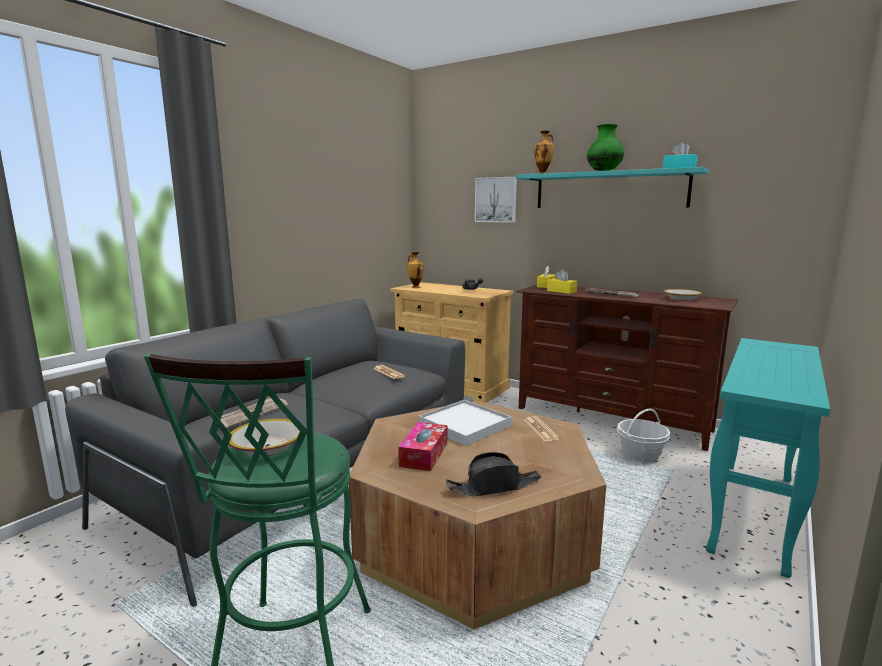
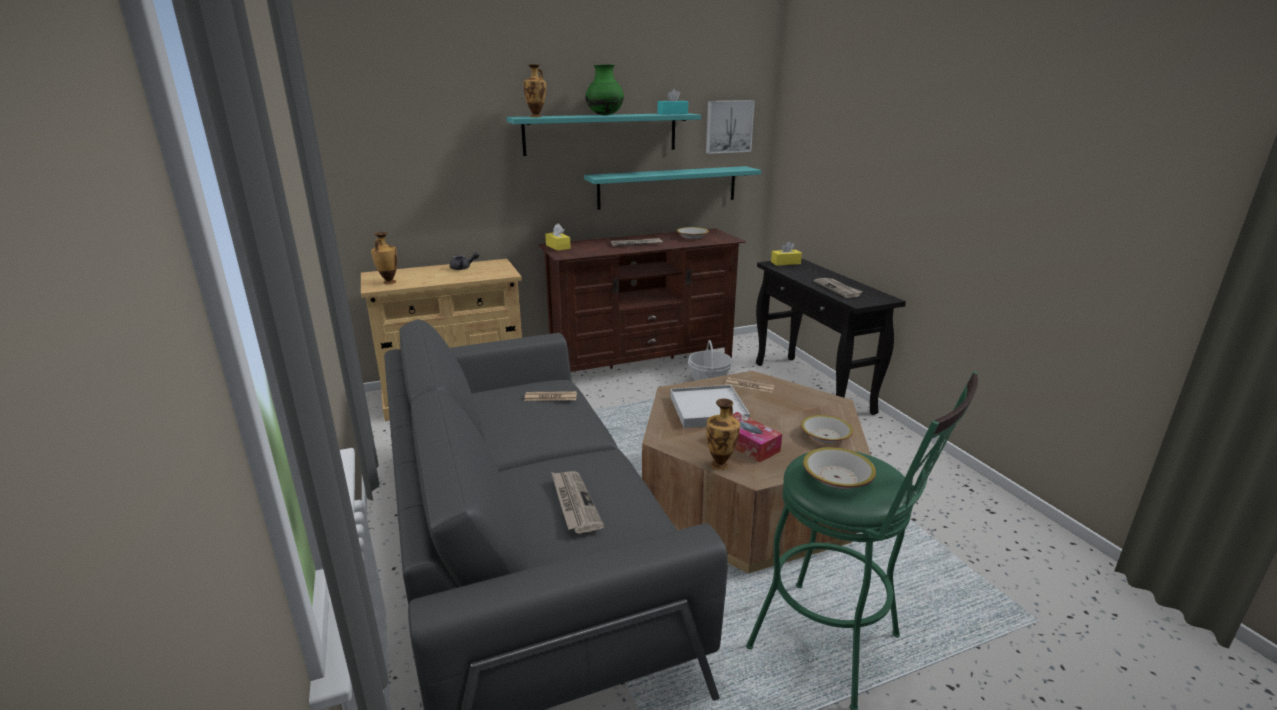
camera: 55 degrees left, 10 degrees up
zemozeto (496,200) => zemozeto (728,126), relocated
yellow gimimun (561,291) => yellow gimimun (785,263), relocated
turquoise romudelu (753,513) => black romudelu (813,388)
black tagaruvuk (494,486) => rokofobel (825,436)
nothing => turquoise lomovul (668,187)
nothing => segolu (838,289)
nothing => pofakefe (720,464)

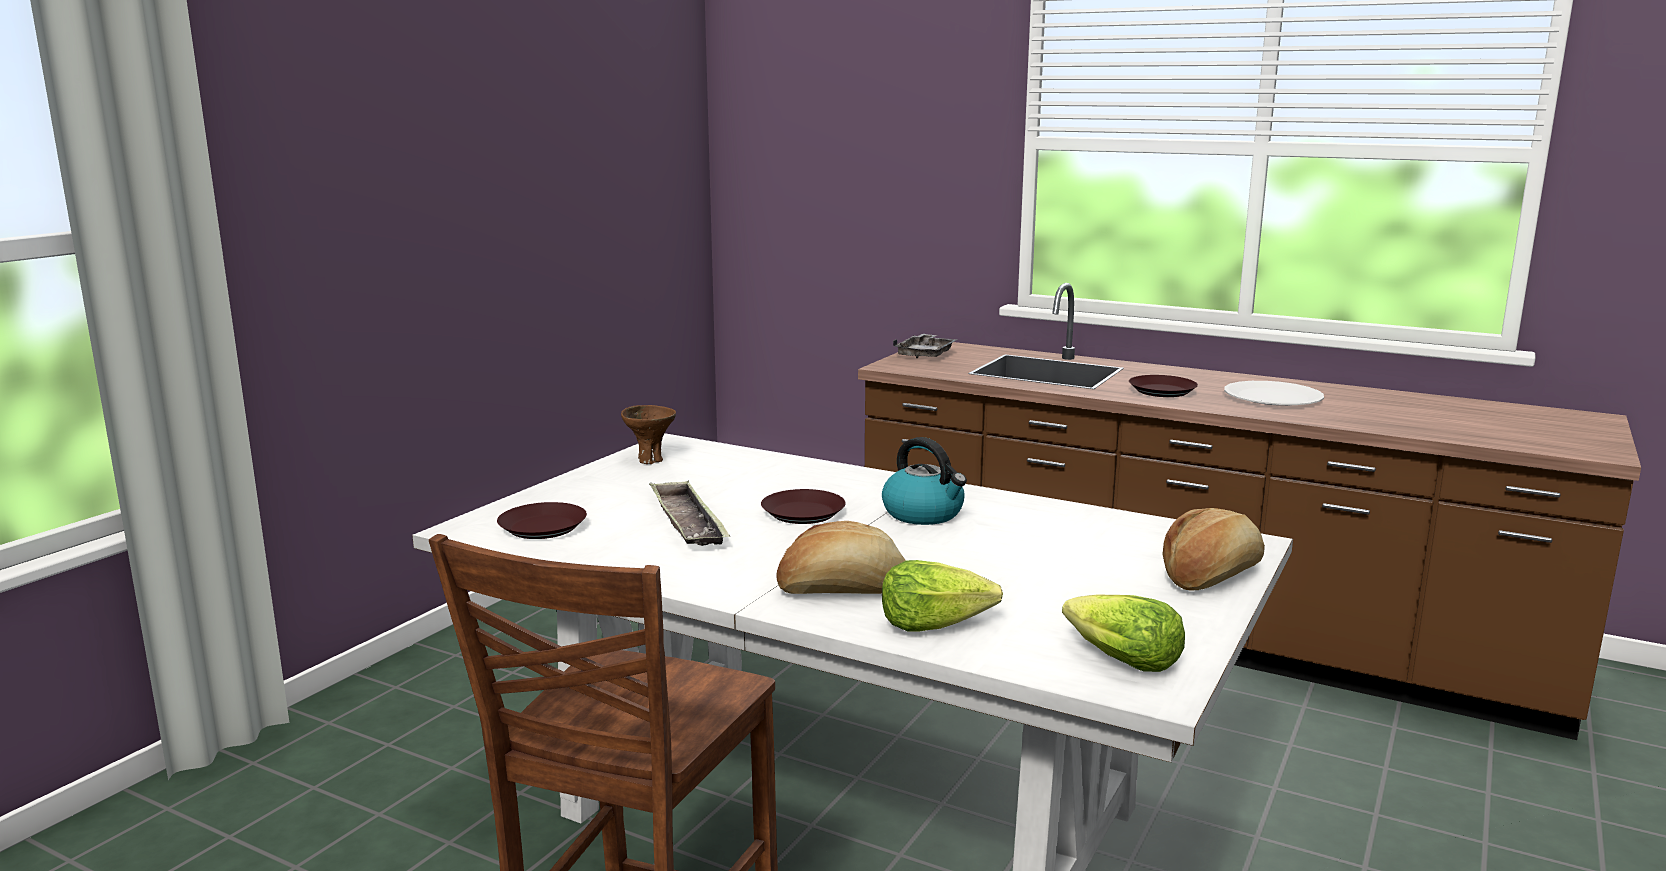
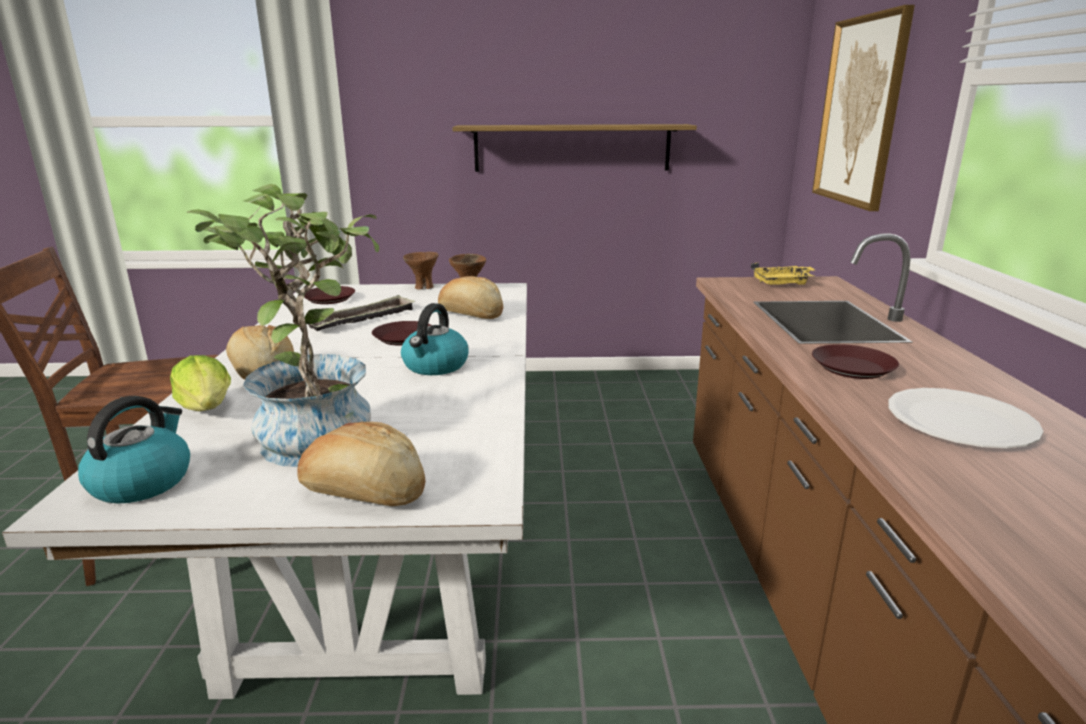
camera: 60 degrees right, 5 degrees up
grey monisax (926,354) => yellow monisax (783,283)
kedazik (1121,661) => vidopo (142,481)
nothing => zemozeto (860,112)
nothing => lomovul (572,148)
nothing => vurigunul (317,432)
nothing => brown rokofobel (423,287)
nothing => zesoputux (471,314)

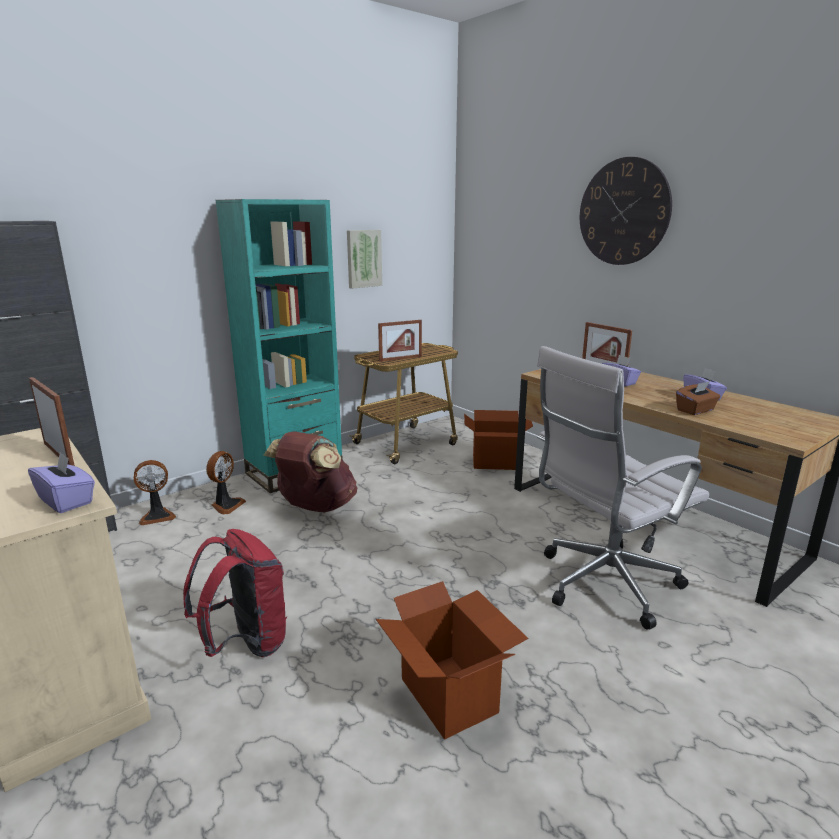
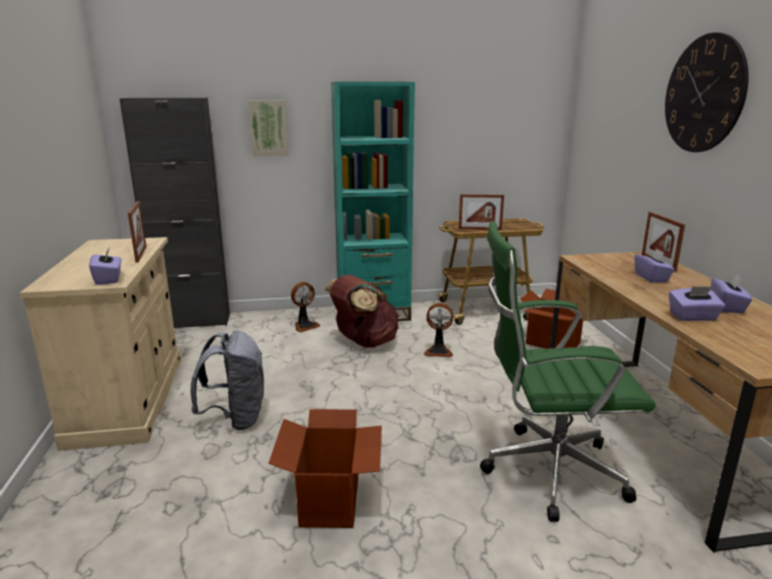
camera: 30 degrees right, 0 degrees up
zemozeto (363,258) => zemozeto (269,128), relocated
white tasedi (602,585) => green tasedi (547,471)
brown gimimun (695,410) => purple gimimun (693,317)
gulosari (157,516) => gulosari (438,351), relocated
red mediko (246,643) => grey mediko (236,418)

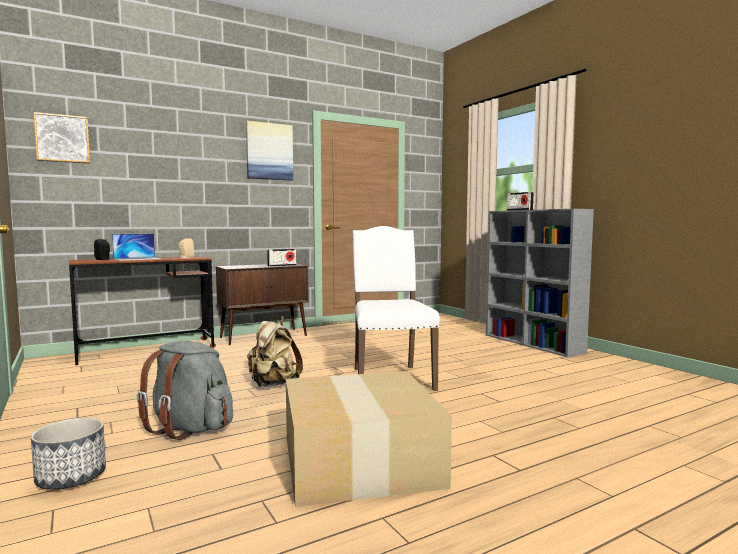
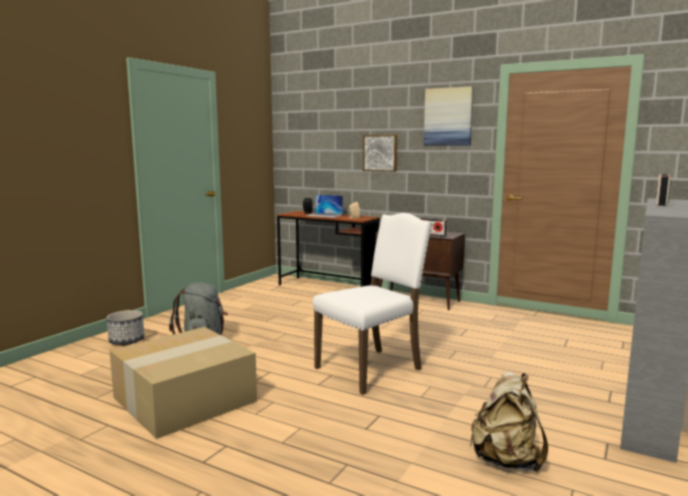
camera: 60 degrees right, 5 degrees up
zemozeto (62,138) => zemozeto (380,153), relocated
beige mediko (273,385) => beige mediko (506,460), relocated

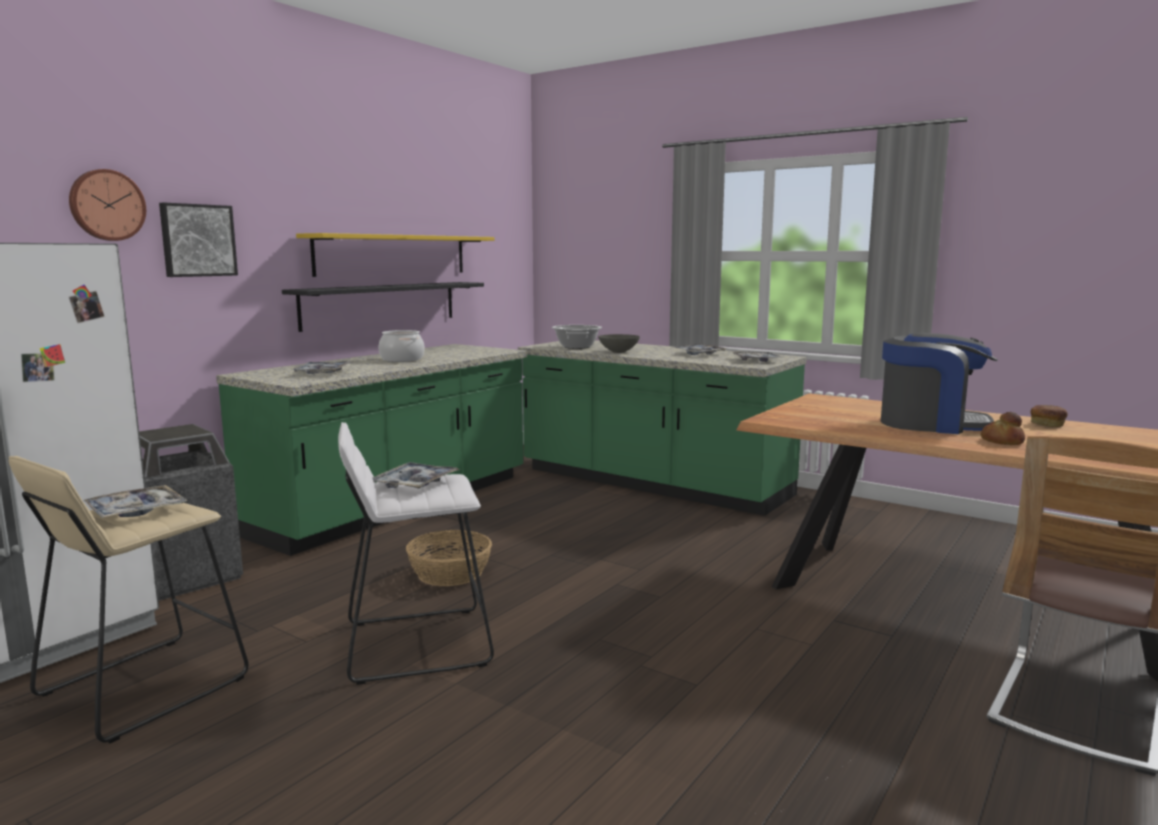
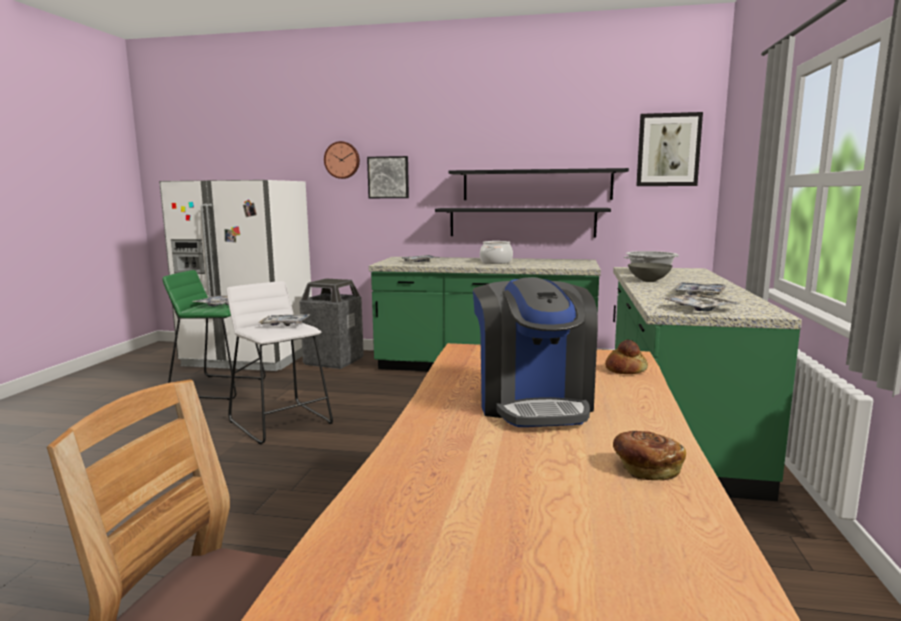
camera: 65 degrees right, 0 degrees up
yellow lomovul (393,255) => black lomovul (536,185)
zesoputux (1001,441) => zesoputux (625,369), relocated
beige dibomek (143,686) => green dibomek (219,387)
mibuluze (450,574) => nothing
nothing => zemozeto (668,150)

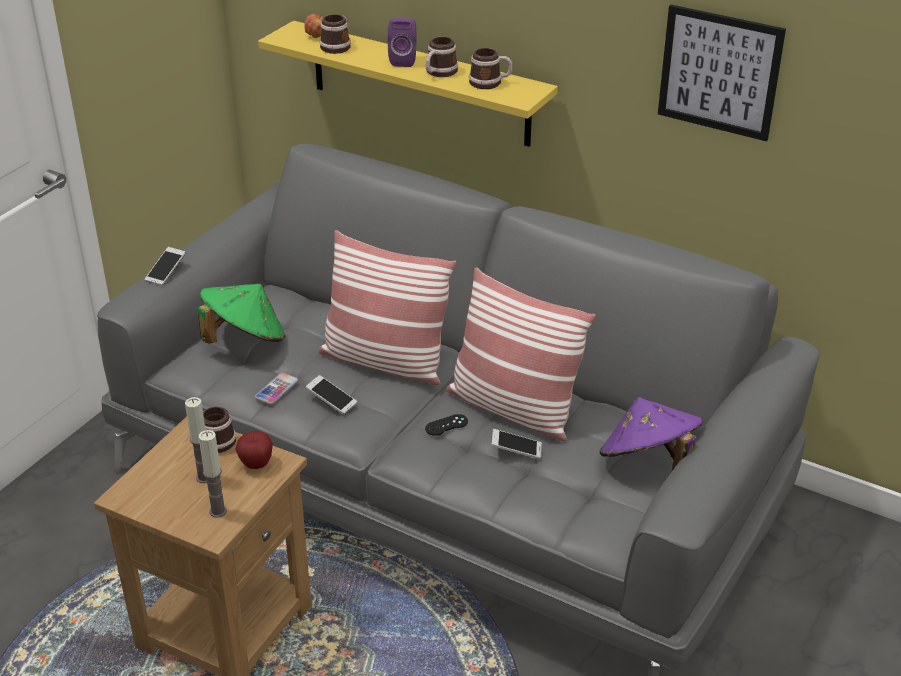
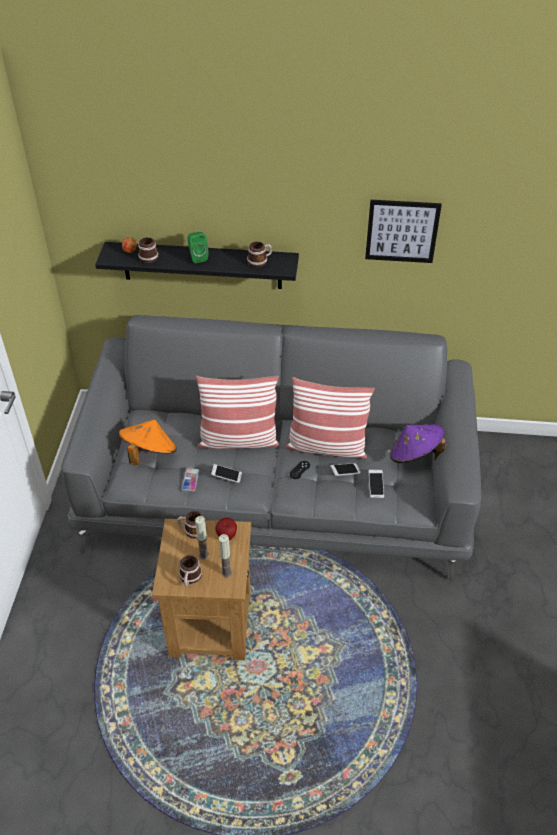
camera: 25 degrees left, 10 degrees up
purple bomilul (404,60) => green bomilul (197,257)
yellow lomovul (419,84) => black lomovul (202,265)
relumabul (439,73) => relumabul (190,578), relocated
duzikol (166,272) => duzikol (375,486), relocated
green tagaruvuk (244,339) => orange tagaruvuk (149,453)

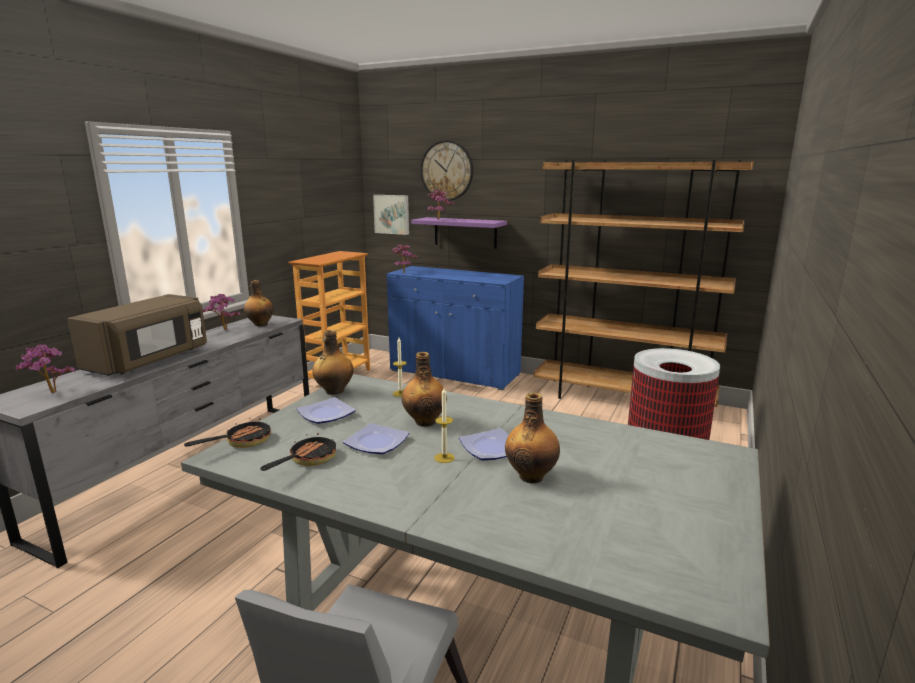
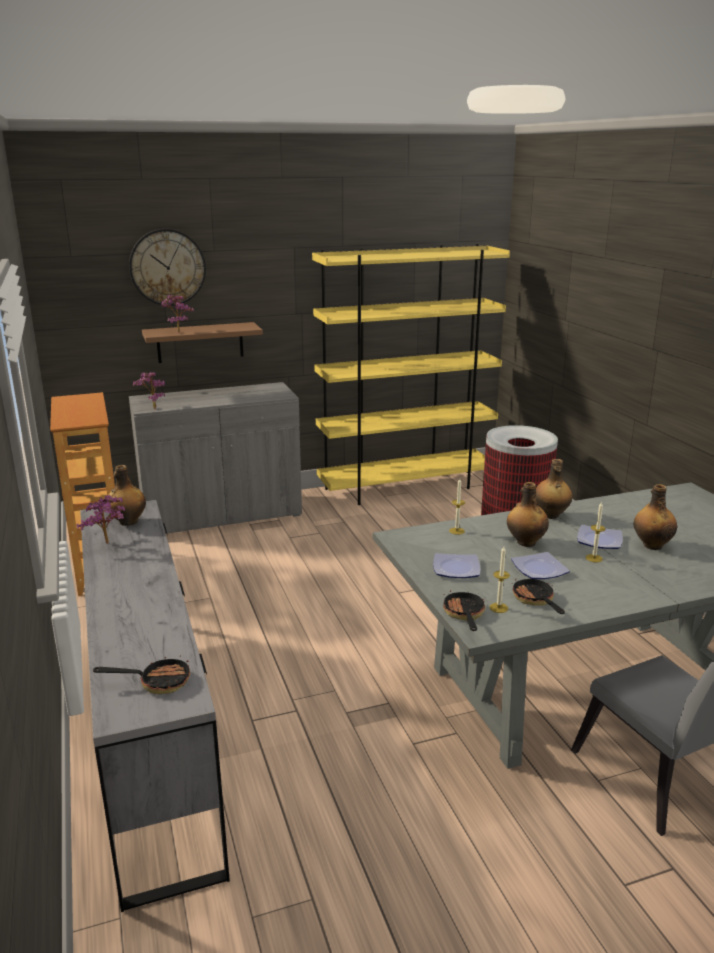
camera: 45 degrees left, 5 degrees up
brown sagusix (622,400) => yellow sagusix (406,487)
zemozeto (392,214) => nothing
purple lomovul (465,232) => brown lomovul (200,342)
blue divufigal (454,373) => grey divufigal (222,515)
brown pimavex (150,360) => nothing
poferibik (334,391) => poferibik (550,515), relocated
vurigunul (50,394) => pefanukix (157,682)
nothing => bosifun (498,608)

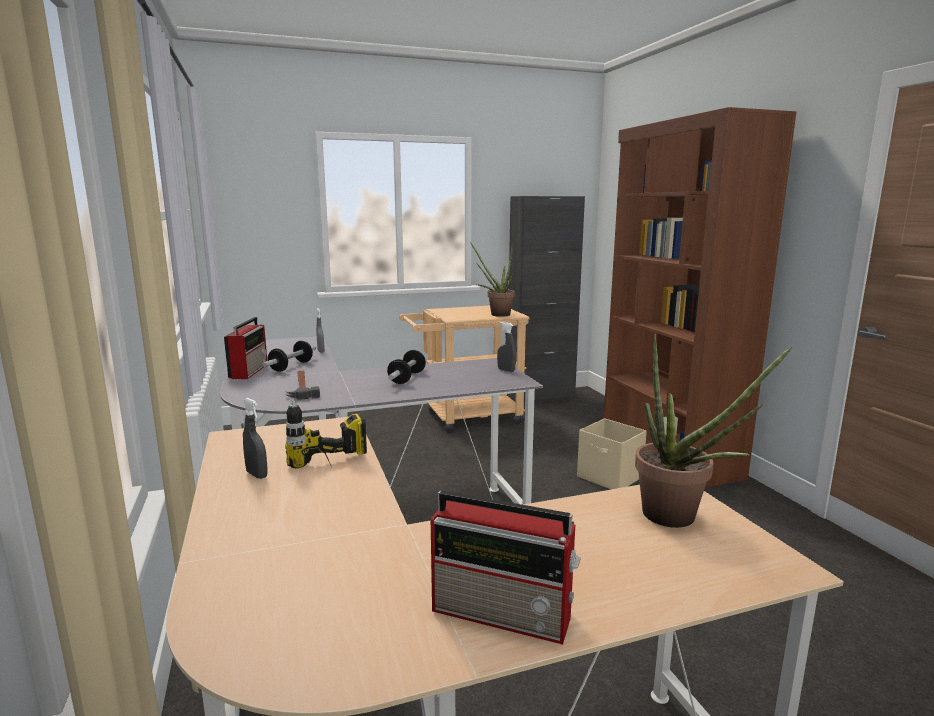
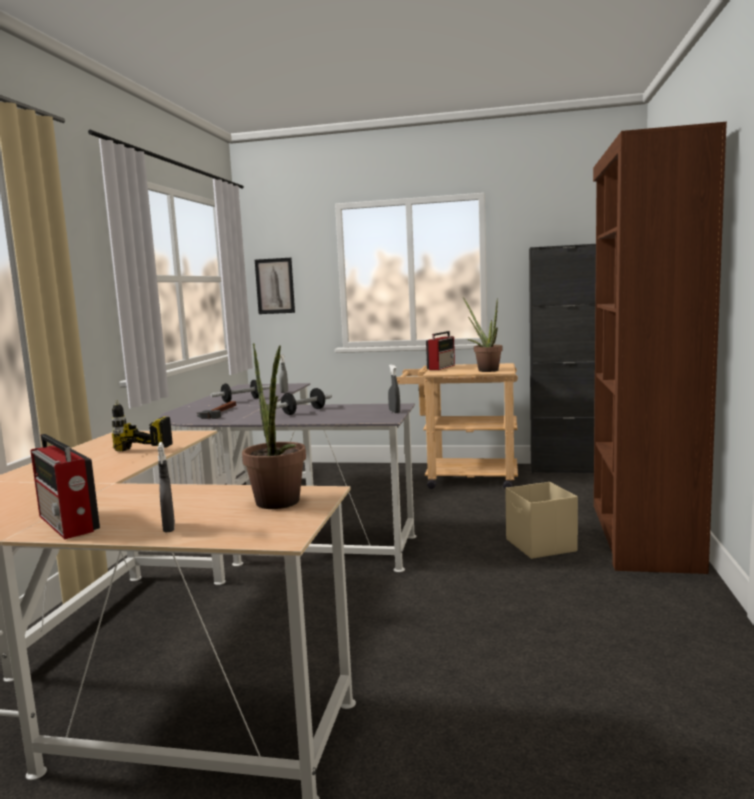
camera: 30 degrees right, 5 degrees down
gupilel (250,370) => gupilel (441,367), relocated
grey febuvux (257,475) => grey febuvux (169,528), relocated
nothing => zemozeto (275,286)

